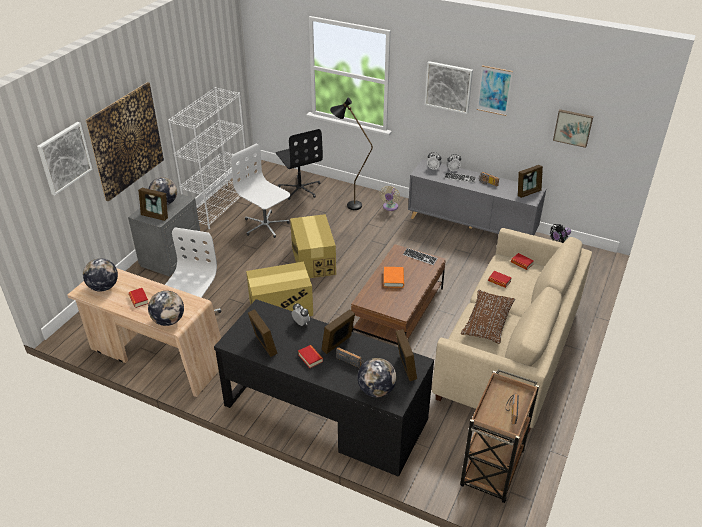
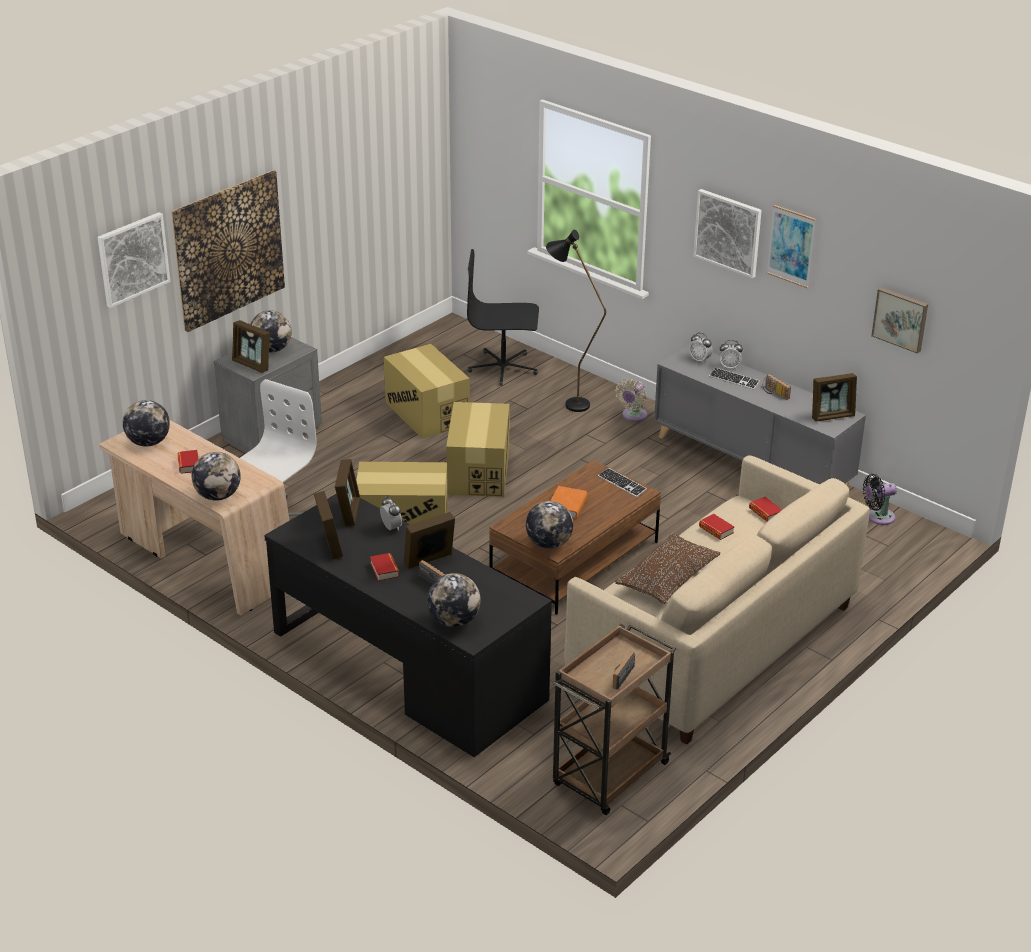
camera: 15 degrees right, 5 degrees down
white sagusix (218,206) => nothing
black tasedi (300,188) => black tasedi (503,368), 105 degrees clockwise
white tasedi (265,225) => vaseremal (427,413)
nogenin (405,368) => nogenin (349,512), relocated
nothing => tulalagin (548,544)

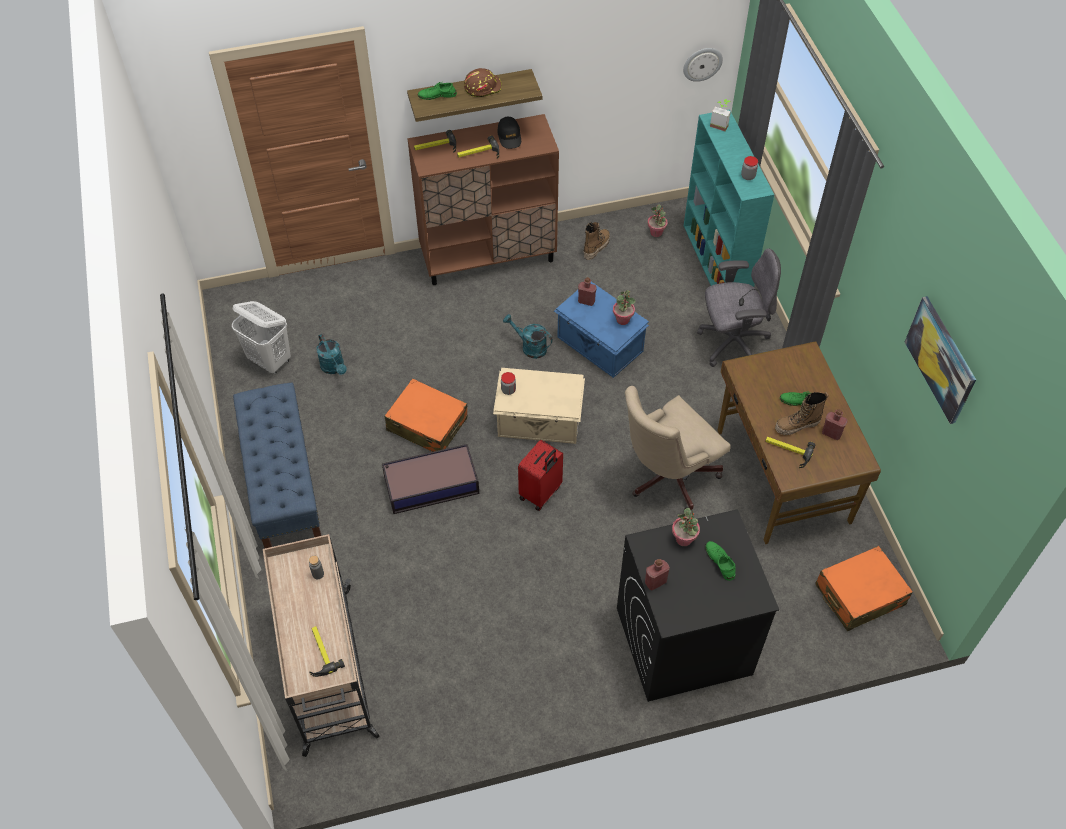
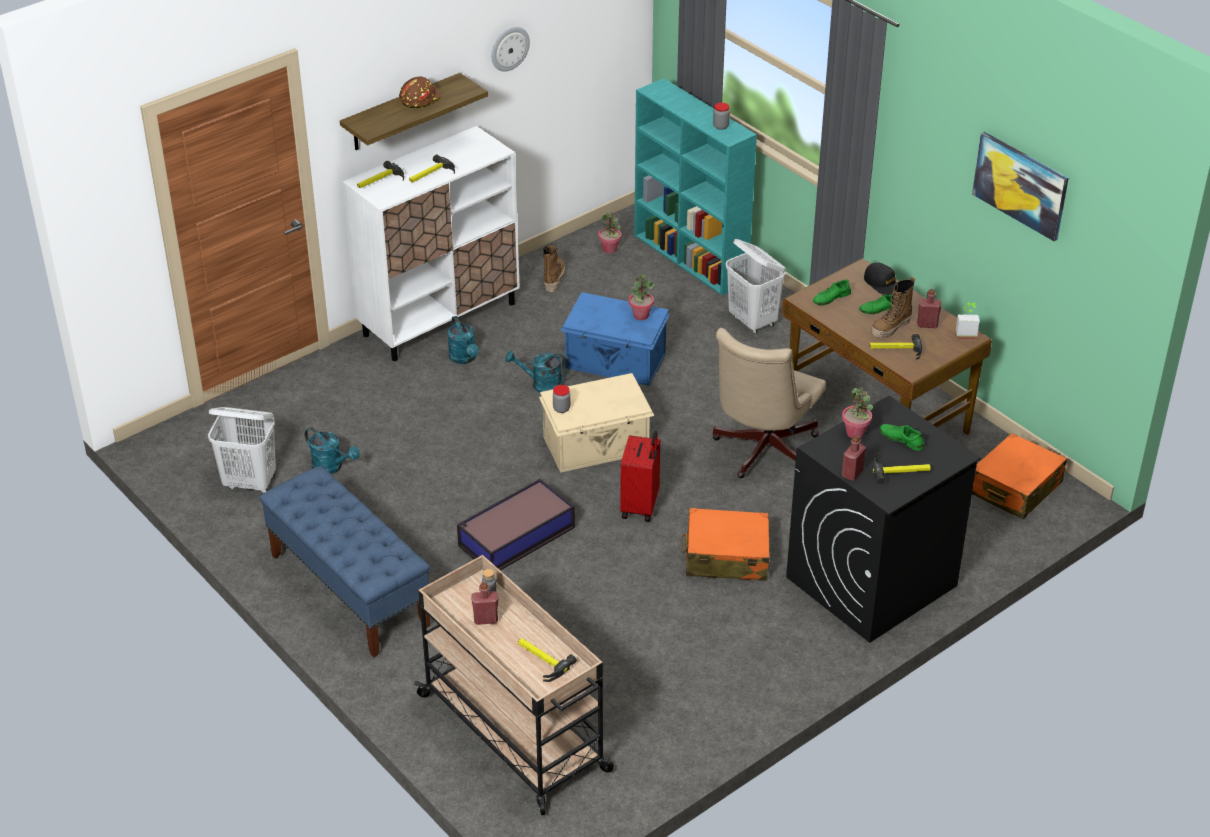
camera: 25 degrees left, 15 degrees down
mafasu (702,63) => mafasu (509,48), relocated
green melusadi (437,95) => green melusadi (831,298), relocated
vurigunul (720,124) => vurigunul (965,334), relocated
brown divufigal (488,257) => white divufigal (440,319)
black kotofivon (509,136) => black kotofivon (883,284), relocated
grey tasedi (732,343) => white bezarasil (753,321)
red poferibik (586,301) => red poferibik (486,619), relocated
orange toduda (427,424) => orange toduda (726,556), relocated
nothing => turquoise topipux (464,358)
nothing => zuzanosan (900,470)

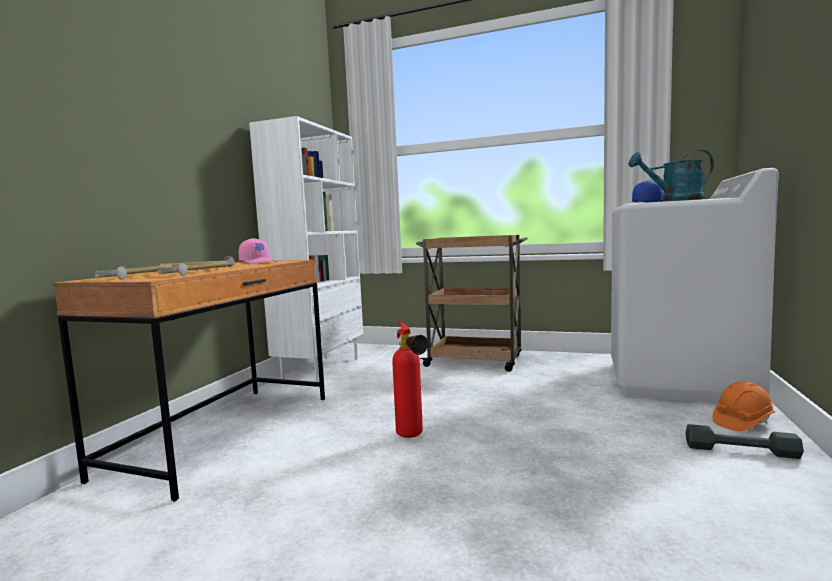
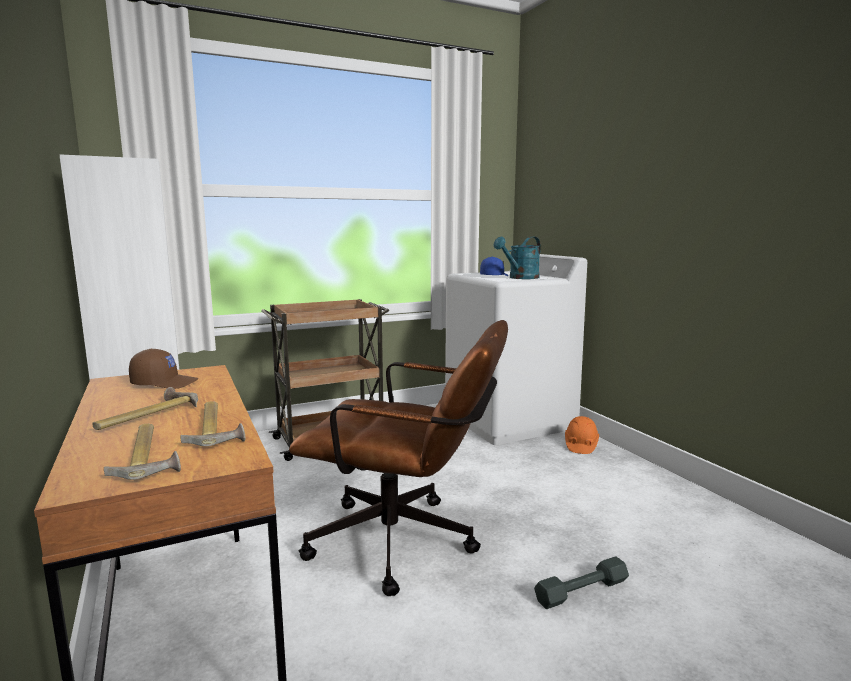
camera: 45 degrees left, 5 degrees up
pink kotofivon (258,262) => brown kotofivon (165,383)
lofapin (412,437) => brown tasedi (406,544)
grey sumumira (741,450) => grey sumumira (581,591), relocated

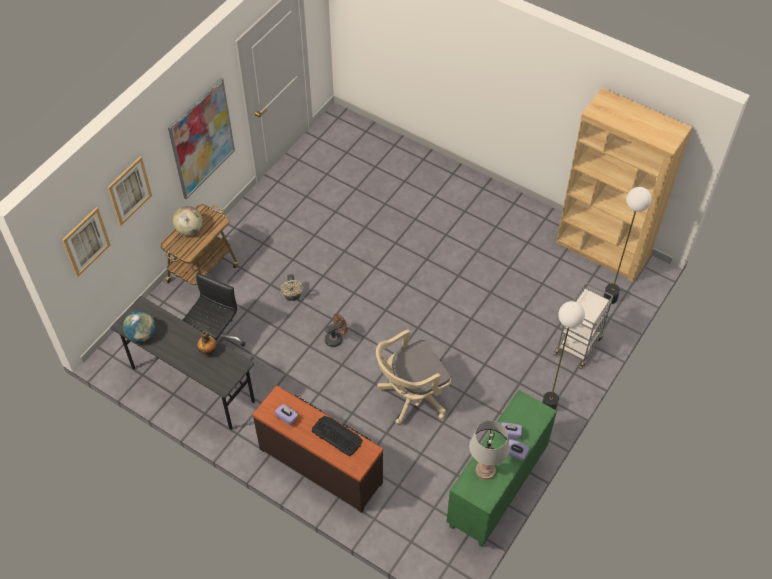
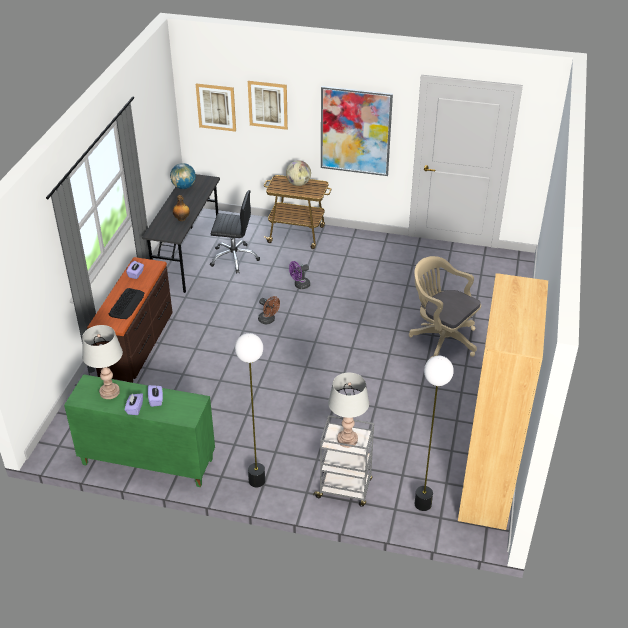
camera: 70 degrees right, 15 degrees down
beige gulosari (293,296) => purple gulosari (299,285)
beige tasedi (411,396) => beige tasedi (441,338), relocated
nothing => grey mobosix (347,440)

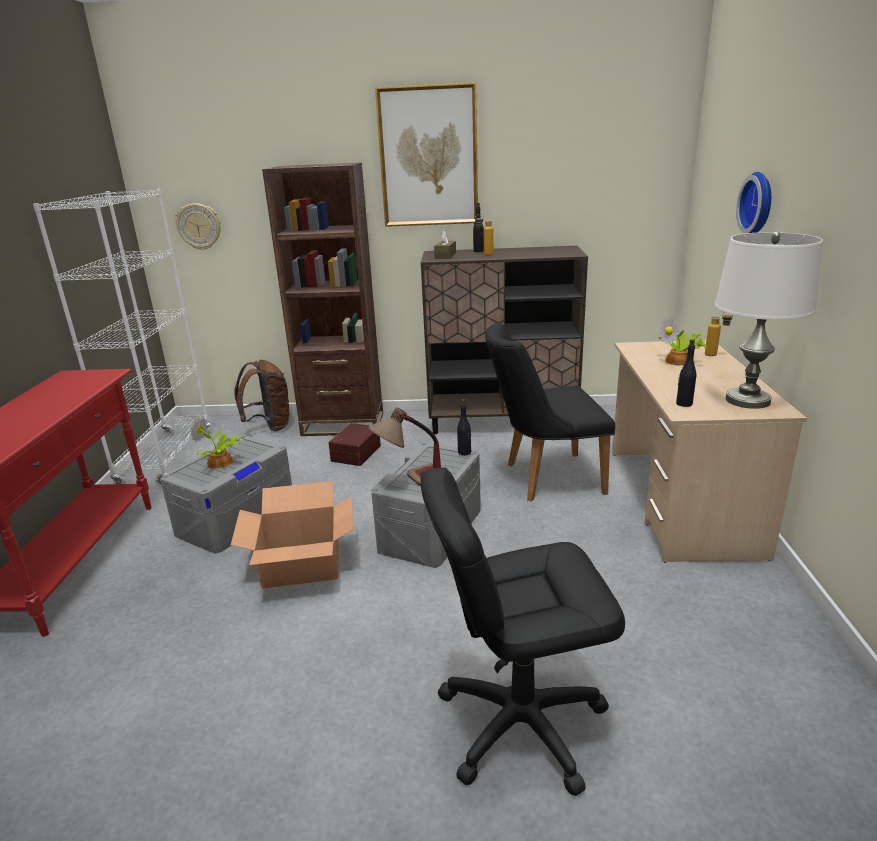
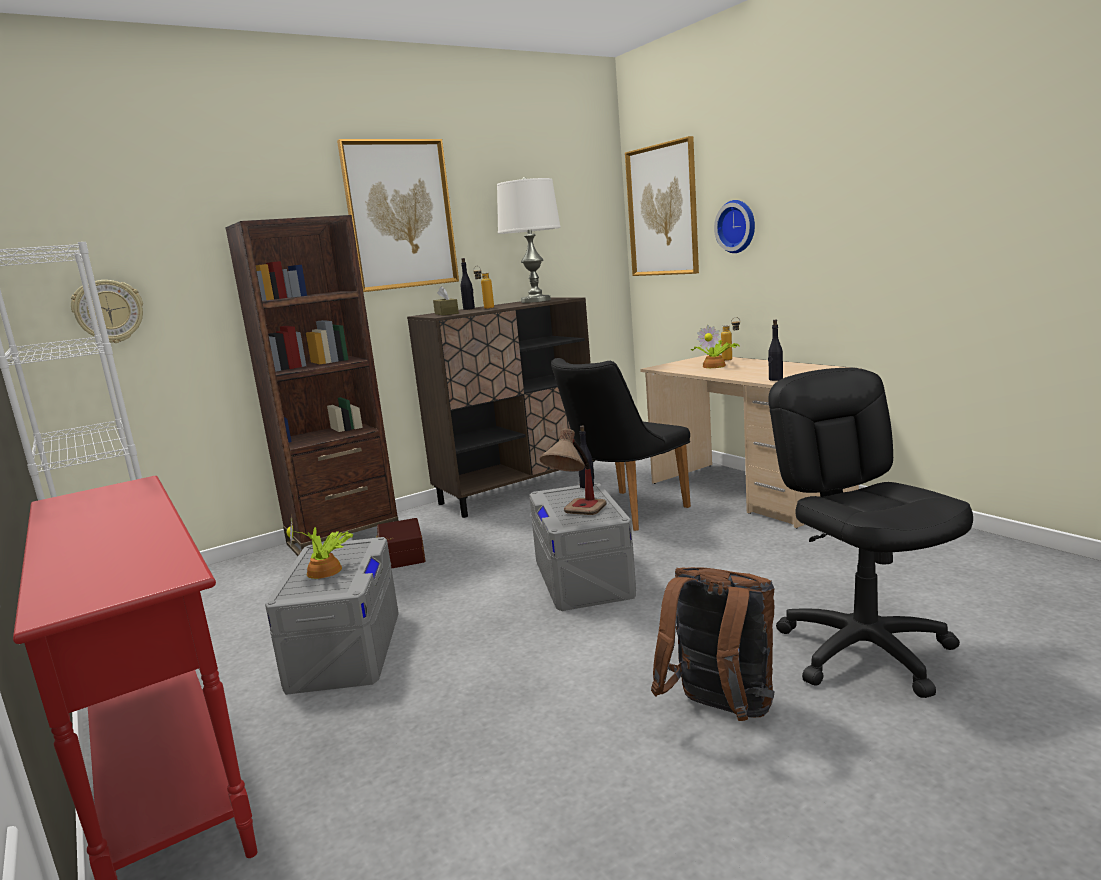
camera: 35 degrees left, 10 degrees down
white mobosix (747,400) => white mobosix (535,301), relocated
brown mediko (269,426) => brown mediko (720,712), relocated
black tasedi (520,722) => black tasedi (865,651), 120 degrees clockwise
vaseremal (302,564) => nothing
nothing => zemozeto (662,210)

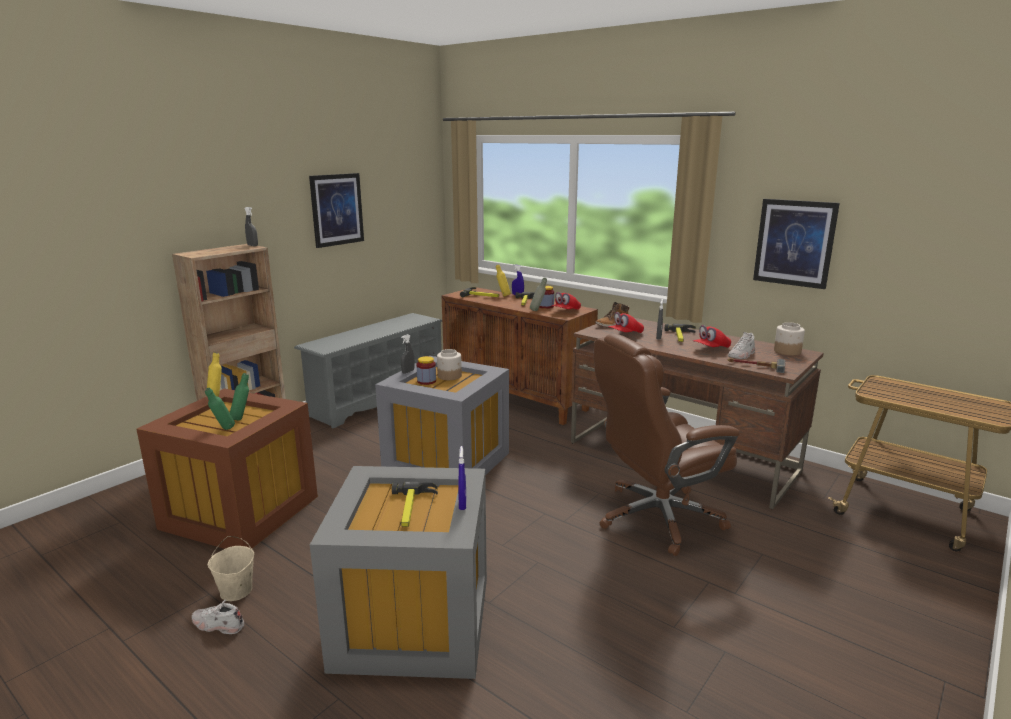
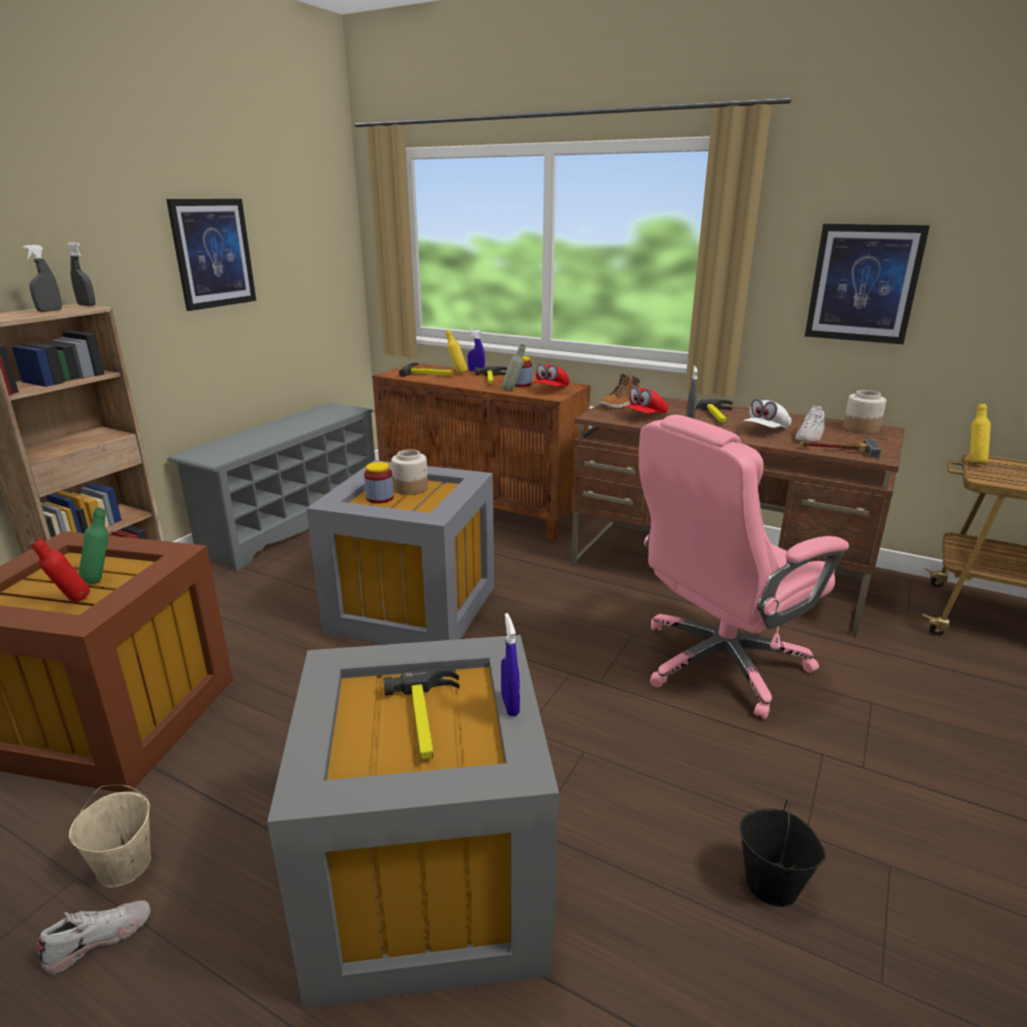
camera: 10 degrees left, 5 degrees up
red kotofivon (711,349) => white kotofivon (765,430)
brown tasedi (656,518) => pink tasedi (719,663)
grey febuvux (408,372) => grey febuvux (50,311), relocated
yellow poferibik (216,396) => yellow poferibik (973,462), relocated
green poferibik (223,430) => red poferibik (71,603)
white melusadi (217,625) => white melusadi (99,939), 135 degrees clockwise
nothing => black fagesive (772,884)

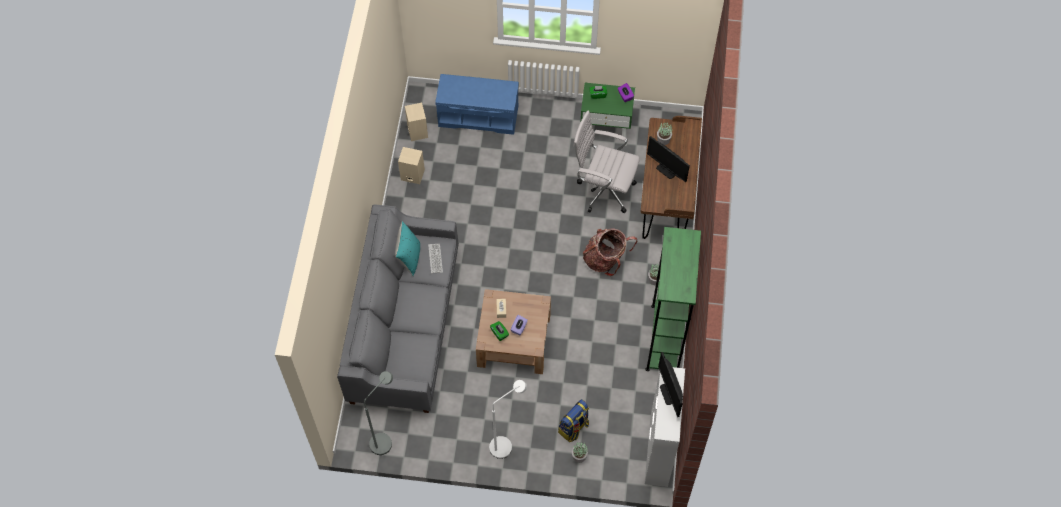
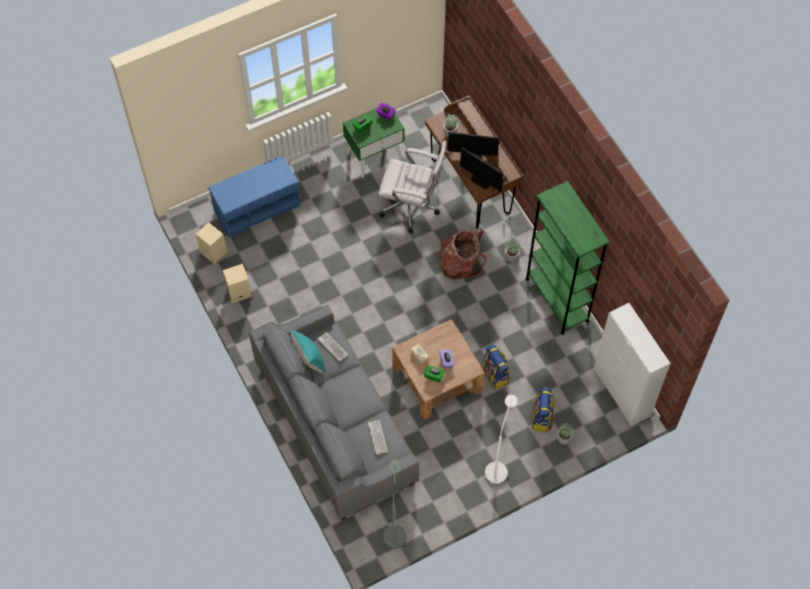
camera: 35 degrees left, 0 degrees up
white tasedi (603,190) => white tasedi (412,208), 150 degrees counterclockwise
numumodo (669,393) => numumodo (481,180), relocated
nothing => mediko (495,375)
nothing => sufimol (377,437)

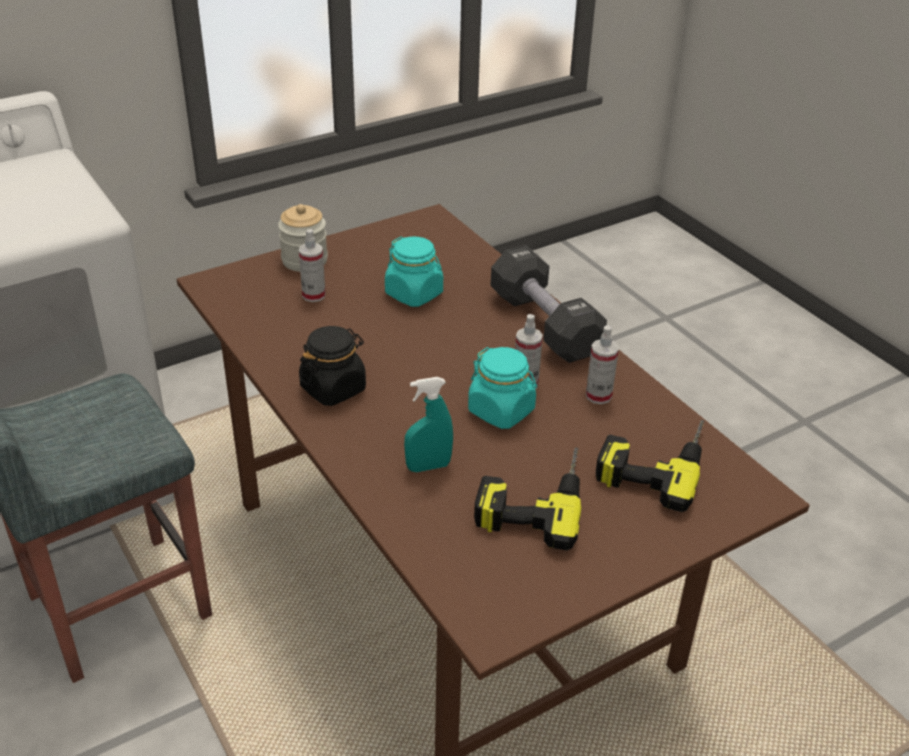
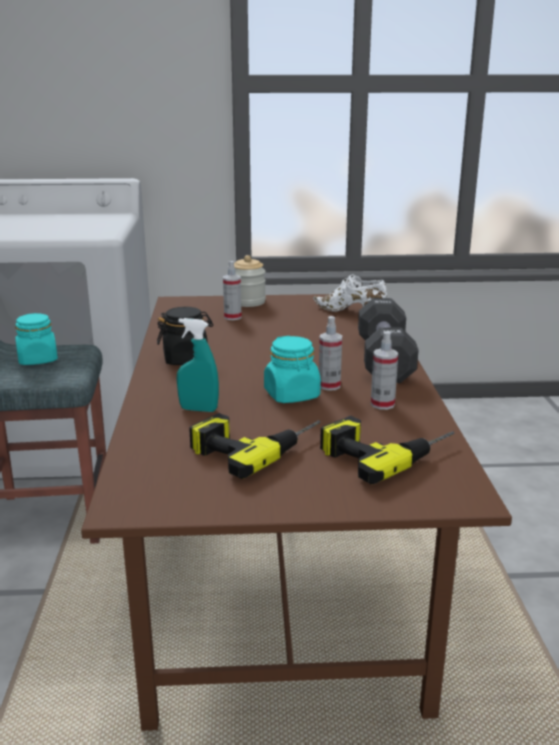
camera: 30 degrees right, 15 degrees down
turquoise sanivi (414,294) => turquoise sanivi (38,359), relocated
nothing => white melusadi (351,312)

